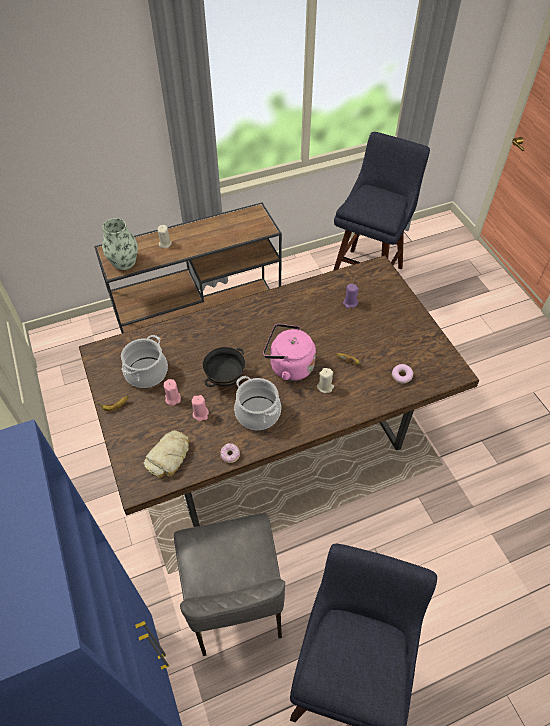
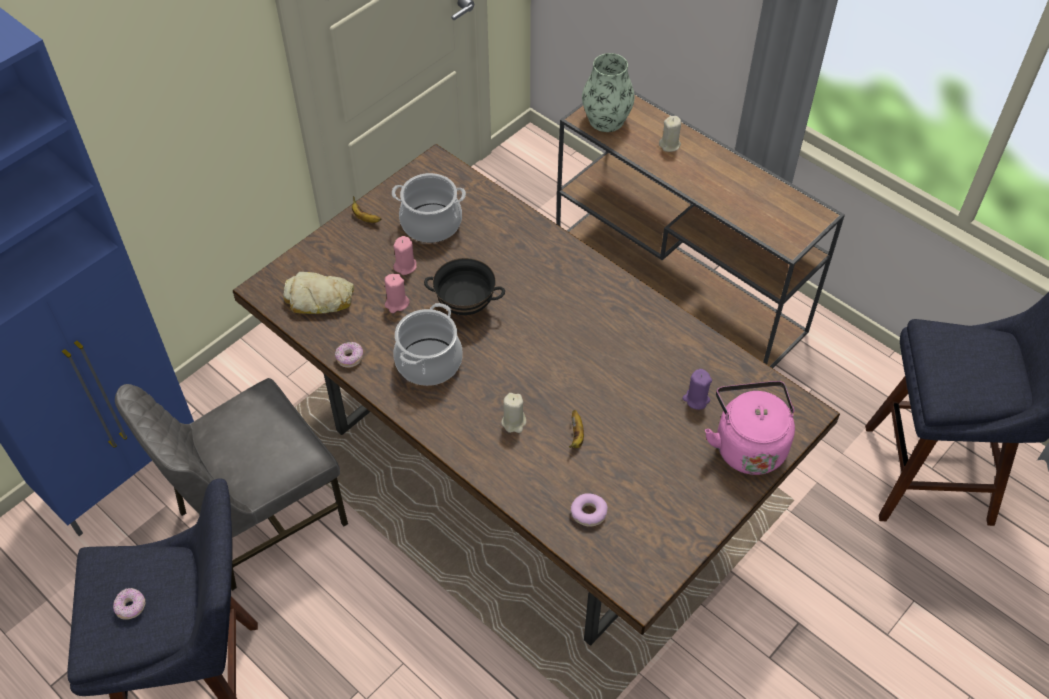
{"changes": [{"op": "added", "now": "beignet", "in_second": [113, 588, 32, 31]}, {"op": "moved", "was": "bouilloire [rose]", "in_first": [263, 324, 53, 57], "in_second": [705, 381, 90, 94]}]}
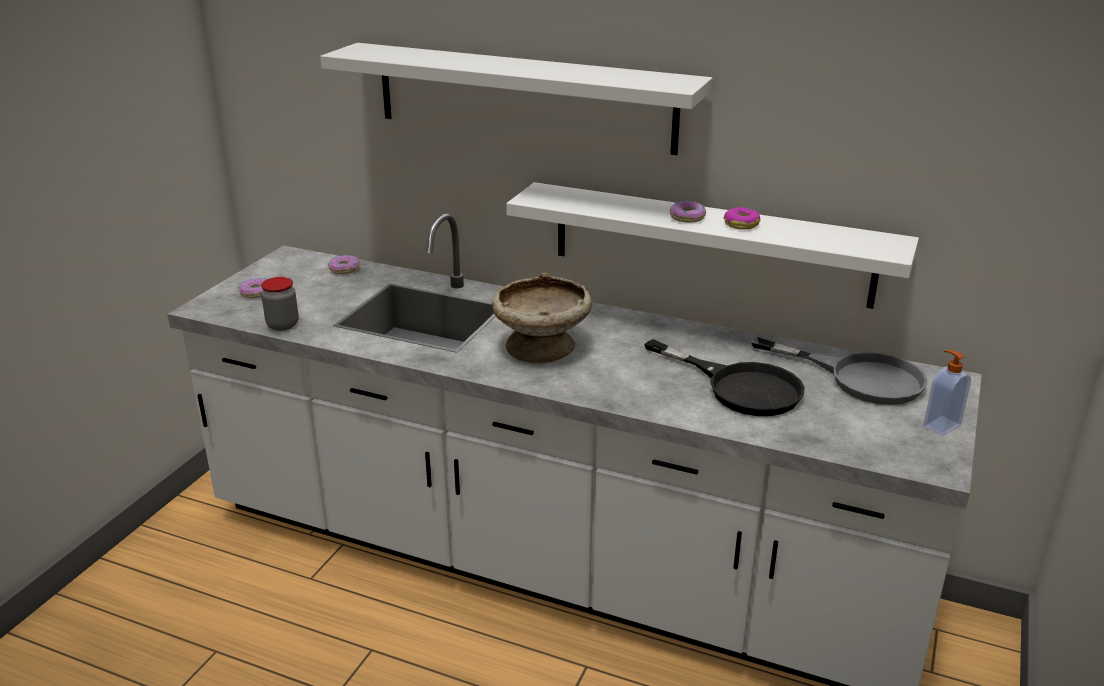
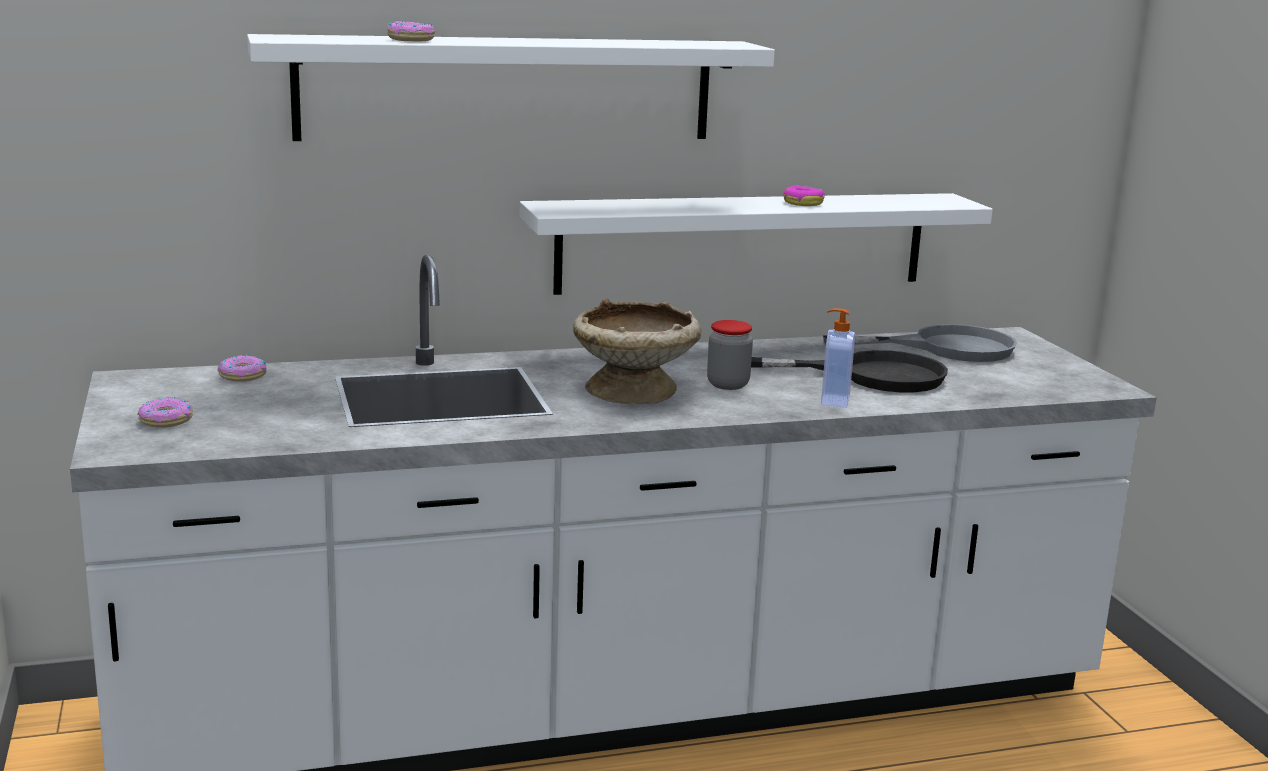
{"changes": [{"op": "moved", "was": "beignet", "in_first": [670, 200, 36, 23], "in_second": [388, 21, 47, 20]}, {"op": "moved", "was": "bocal", "in_first": [261, 277, 38, 54], "in_second": [707, 320, 46, 70]}, {"op": "moved", "was": "distributeur de savon", "in_first": [923, 350, 48, 86], "in_second": [821, 308, 34, 100]}]}
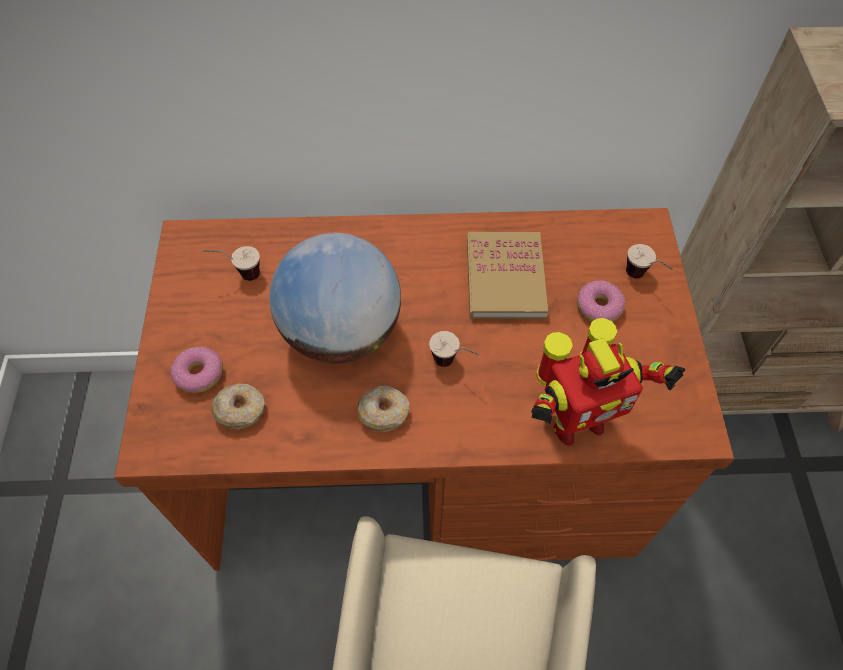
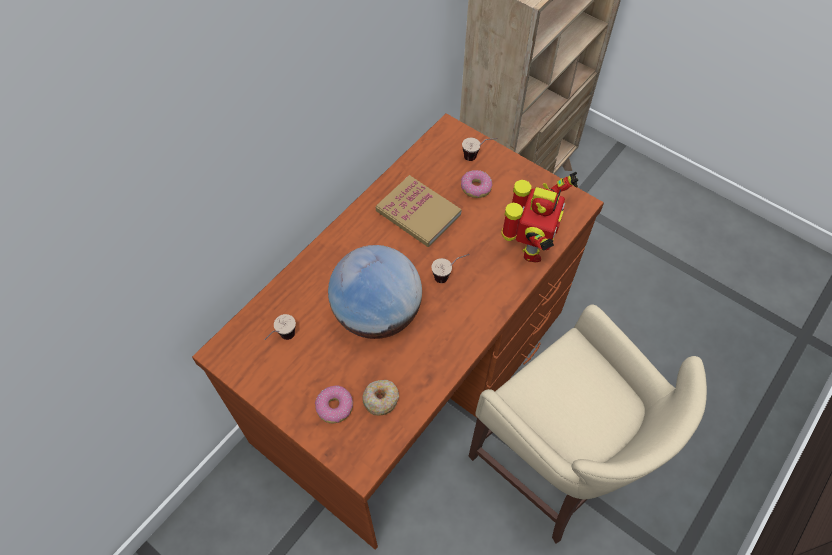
{"changes": [{"op": "removed", "was": "beignet", "in_first": [357, 386, 53, 46]}]}
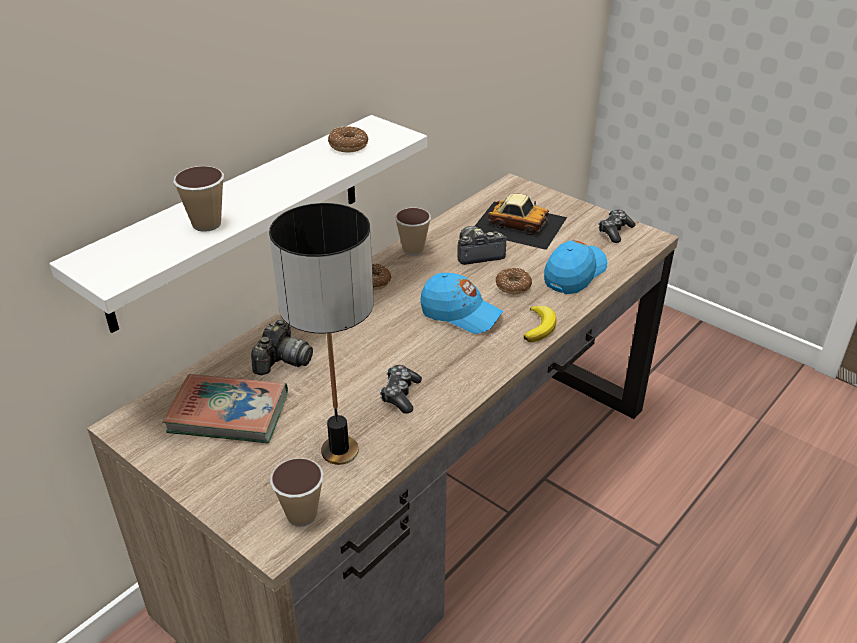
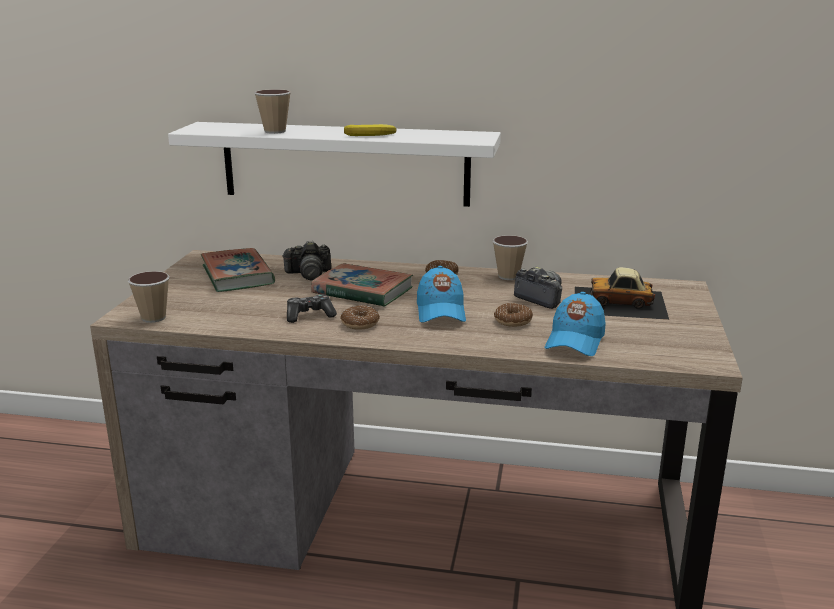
{"changes": [{"op": "added", "now": "livre", "in_second": [311, 263, 102, 44]}, {"op": "moved", "was": "beignet", "in_first": [328, 126, 41, 27], "in_second": [340, 305, 40, 25]}, {"op": "moved", "was": "banane", "in_first": [524, 306, 33, 36], "in_second": [344, 124, 53, 12]}, {"op": "turned", "was": "casquette [bleu]", "in_first": [544, 240, 63, 54], "in_second": [544, 292, 62, 64], "clockwise": 105}, {"op": "turned", "was": "petite voiture", "in_first": [475, 193, 92, 57], "in_second": [575, 267, 94, 53], "clockwise": 105}, {"op": "removed", "was": "lampe de table", "in_first": [269, 203, 105, 262]}, {"op": "removed", "was": "manette", "in_first": [599, 210, 37, 33]}]}
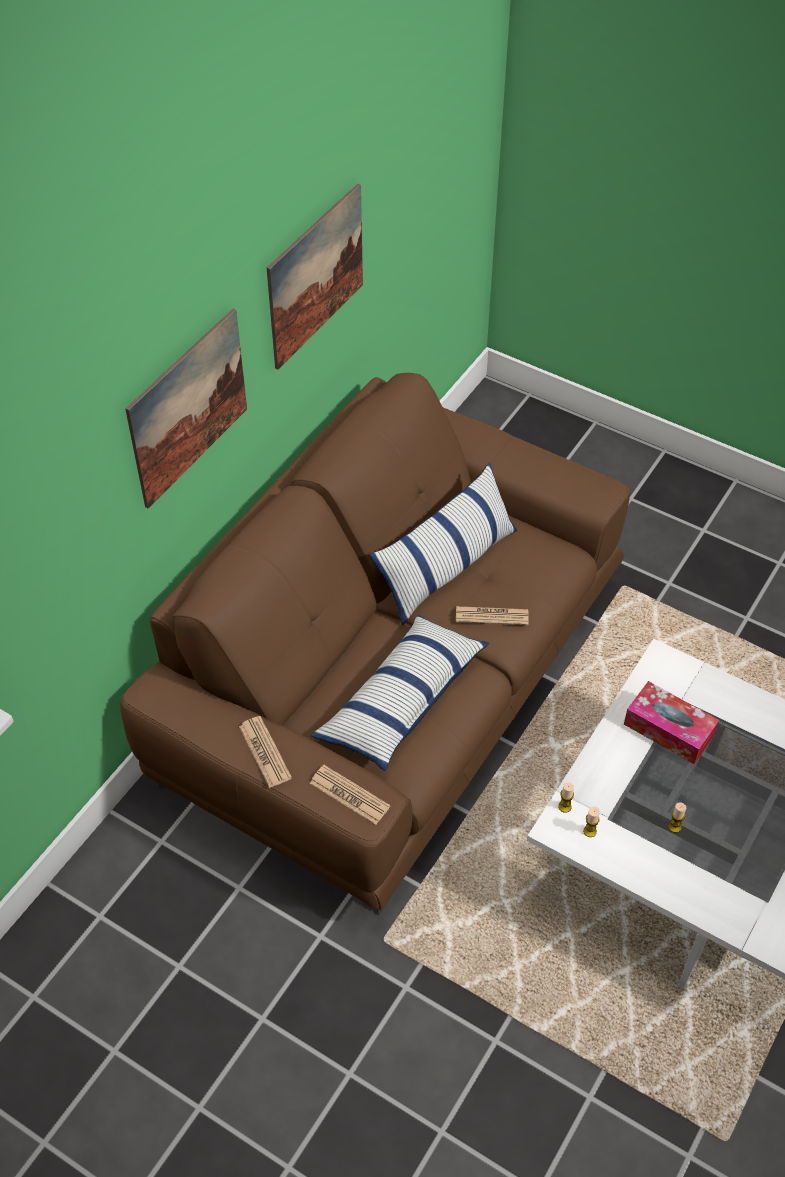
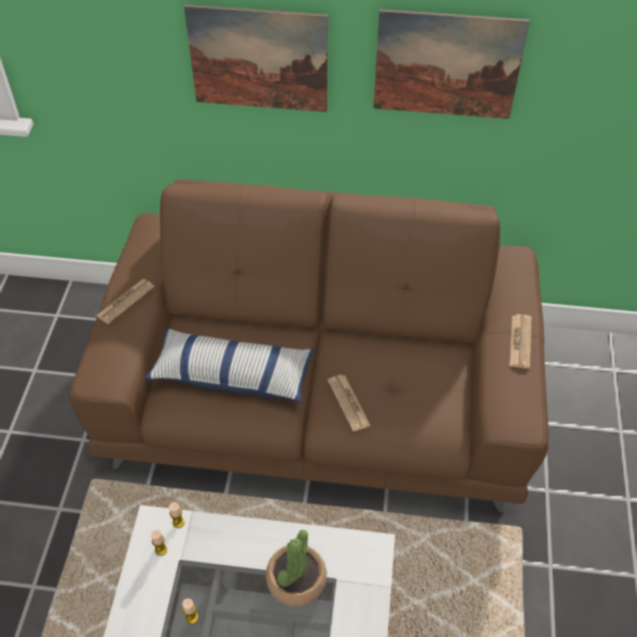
{"changes": [{"op": "replaced", "was": "boîte à mouchoirs", "now": "plante en pot", "in_first": [624, 681, 95, 83], "in_second": [266, 530, 61, 77]}, {"op": "moved", "was": "journal", "in_first": [310, 765, 80, 60], "in_second": [509, 314, 22, 55]}, {"op": "removed", "was": "coussin", "in_first": [370, 463, 147, 162]}]}
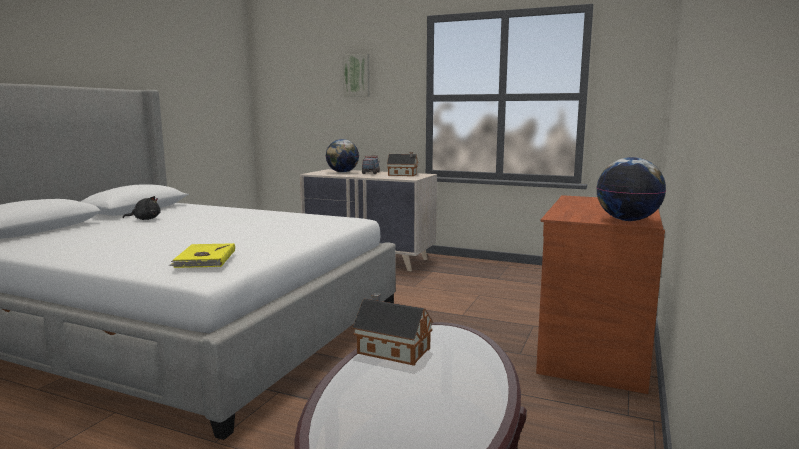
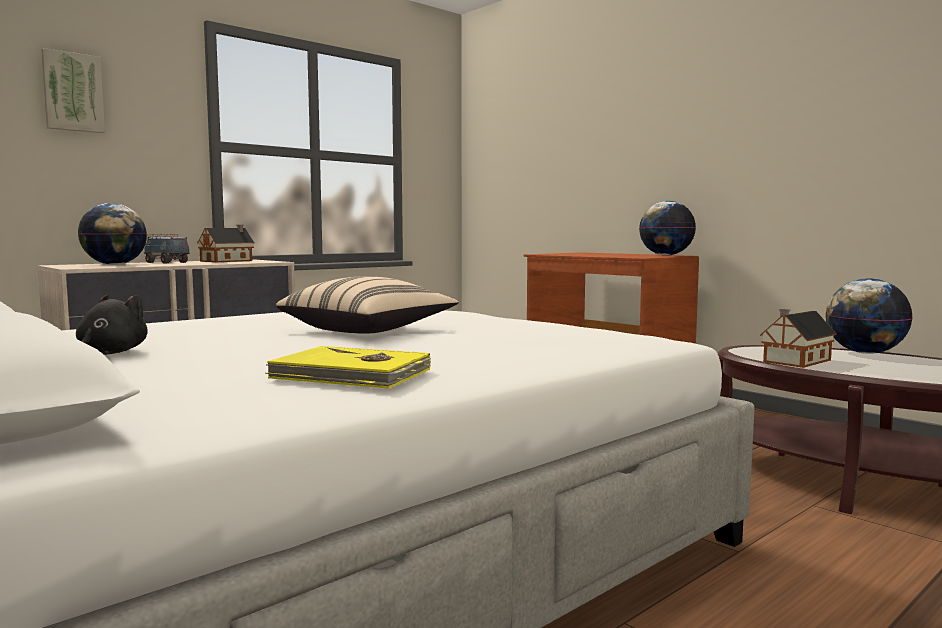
{"changes": [{"op": "moved", "was": "livre [jaune]", "in_first": [169, 243, 66, 25], "in_second": [265, 346, 166, 43]}, {"op": "added", "now": "coussin [beige]", "in_second": [276, 276, 182, 58]}, {"op": "added", "now": "globe", "in_second": [825, 278, 88, 76]}]}
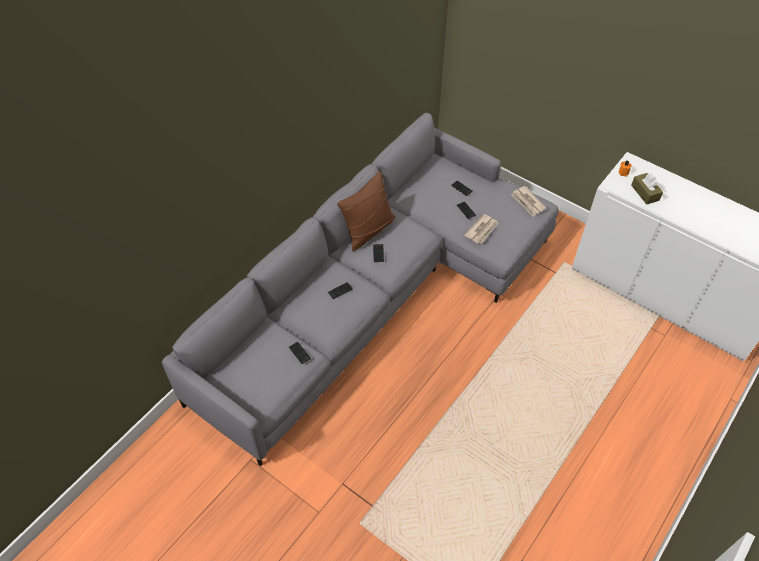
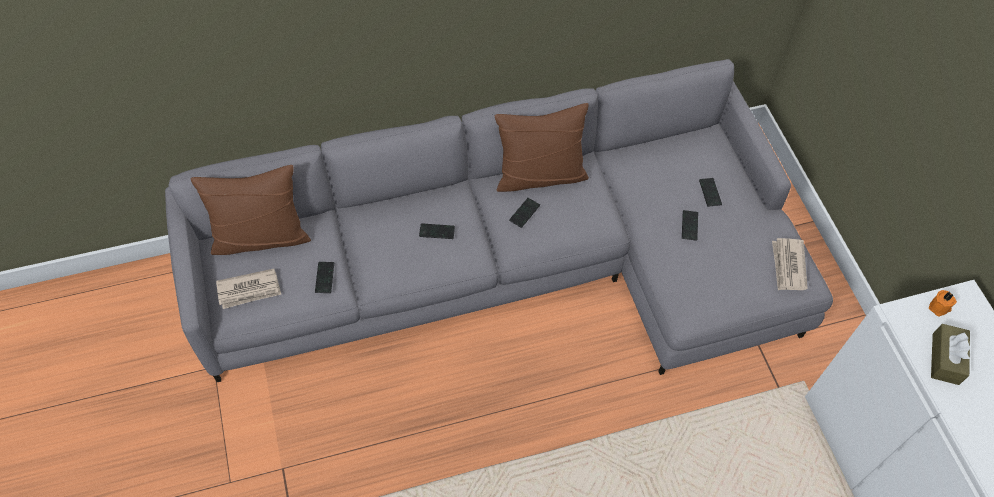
{"changes": [{"op": "added", "now": "coussin [marron]", "in_second": [191, 165, 120, 90]}, {"op": "moved", "was": "journal", "in_first": [464, 214, 34, 30], "in_second": [216, 269, 65, 40]}]}
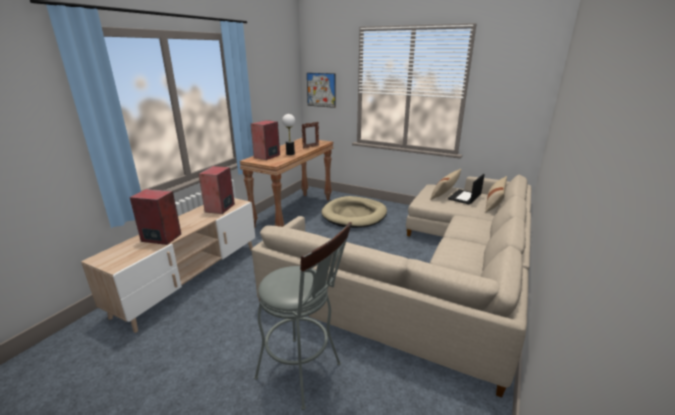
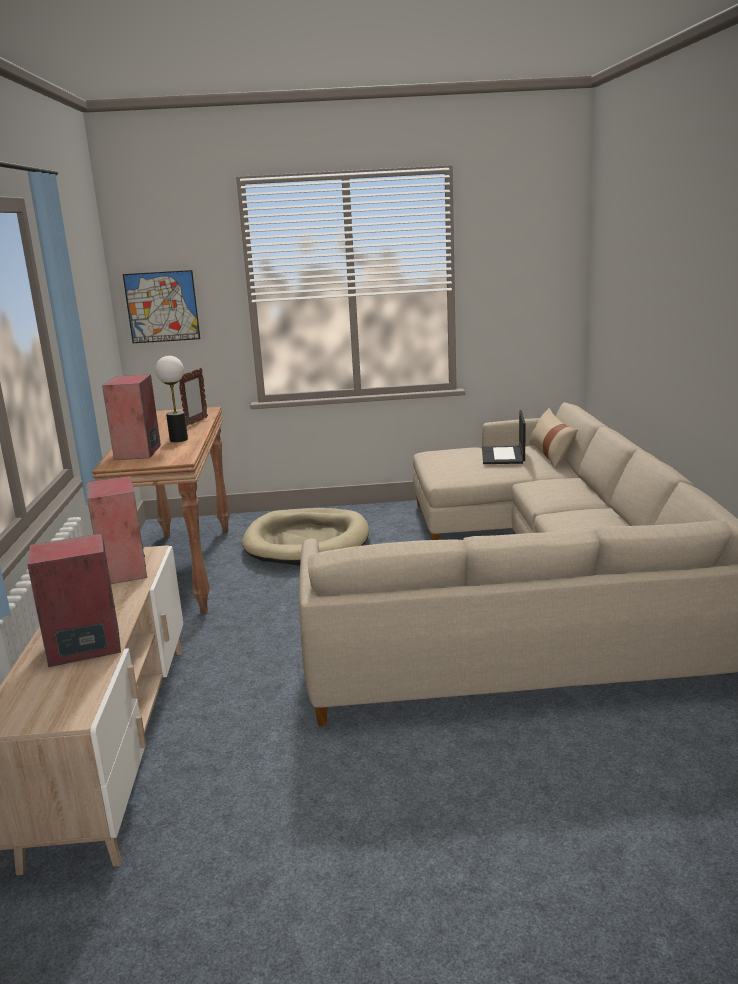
{"changes": [{"op": "removed", "was": "tabouret [gris]", "in_first": [254, 222, 98, 188]}, {"op": "removed", "was": "coussin [beige]", "in_first": [430, 169, 31, 31]}]}
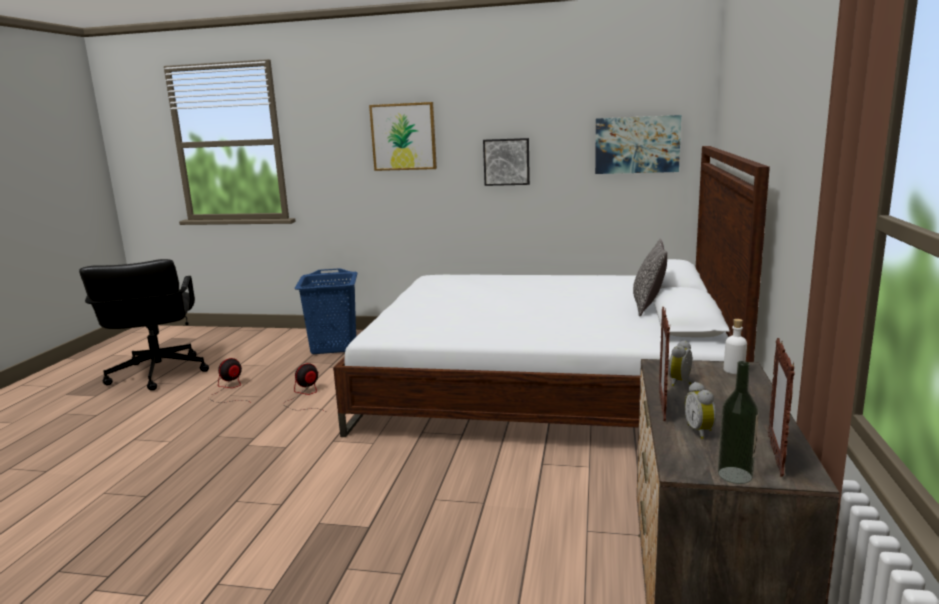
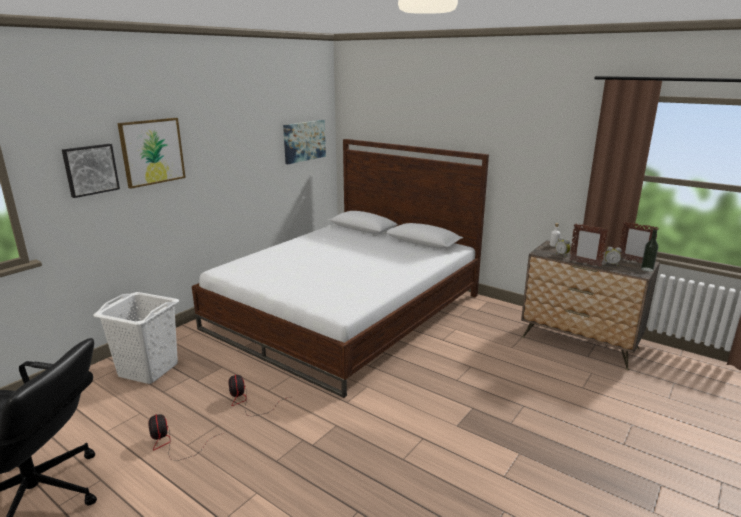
{"changes": [{"op": "moved", "was": "tableau", "in_first": [483, 138, 47, 48], "in_second": [62, 144, 58, 54]}, {"op": "recoloured", "was": "panier à linge [bleu]", "now": "panier à linge [blanc]", "in_first": [295, 268, 63, 86], "in_second": [93, 292, 86, 92]}, {"op": "removed", "was": "coussin", "in_first": [633, 239, 34, 77]}]}
